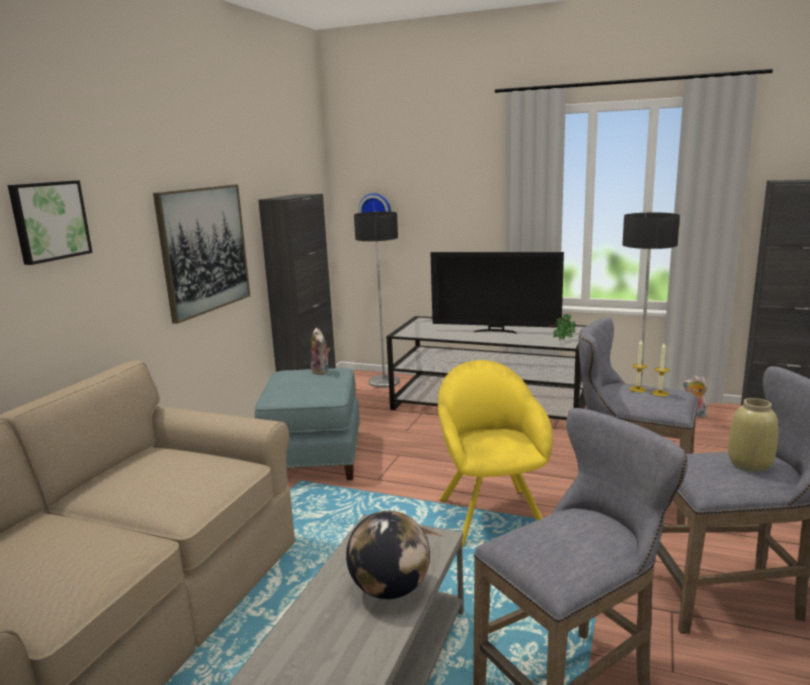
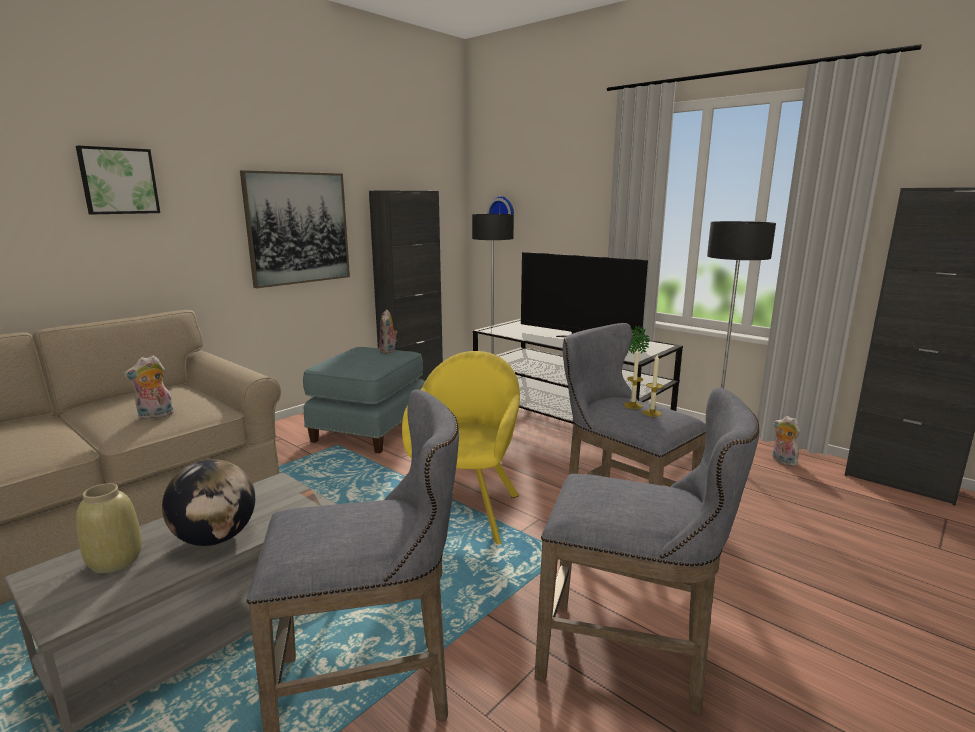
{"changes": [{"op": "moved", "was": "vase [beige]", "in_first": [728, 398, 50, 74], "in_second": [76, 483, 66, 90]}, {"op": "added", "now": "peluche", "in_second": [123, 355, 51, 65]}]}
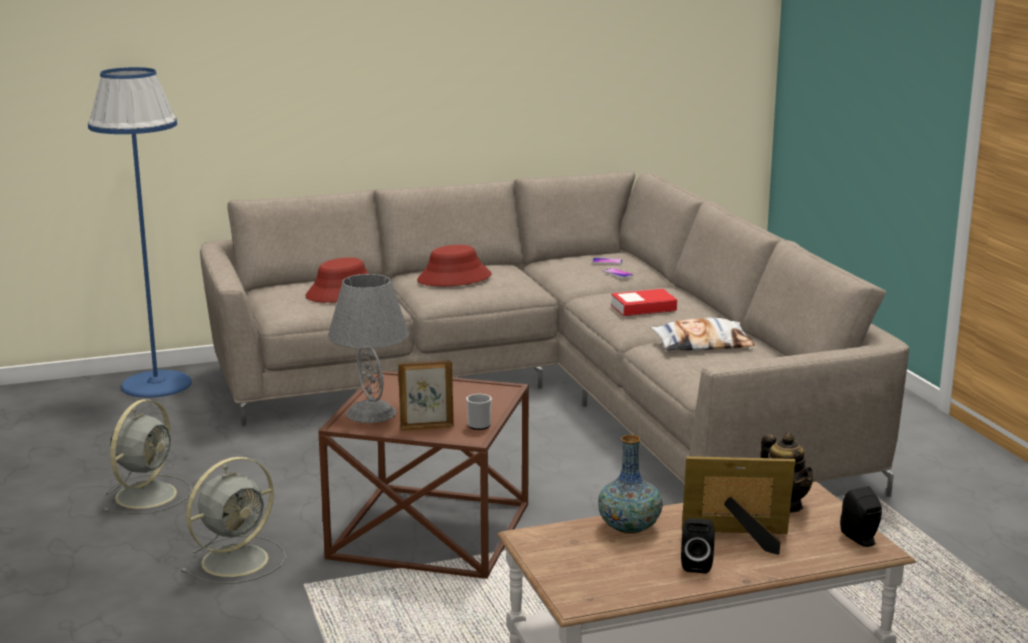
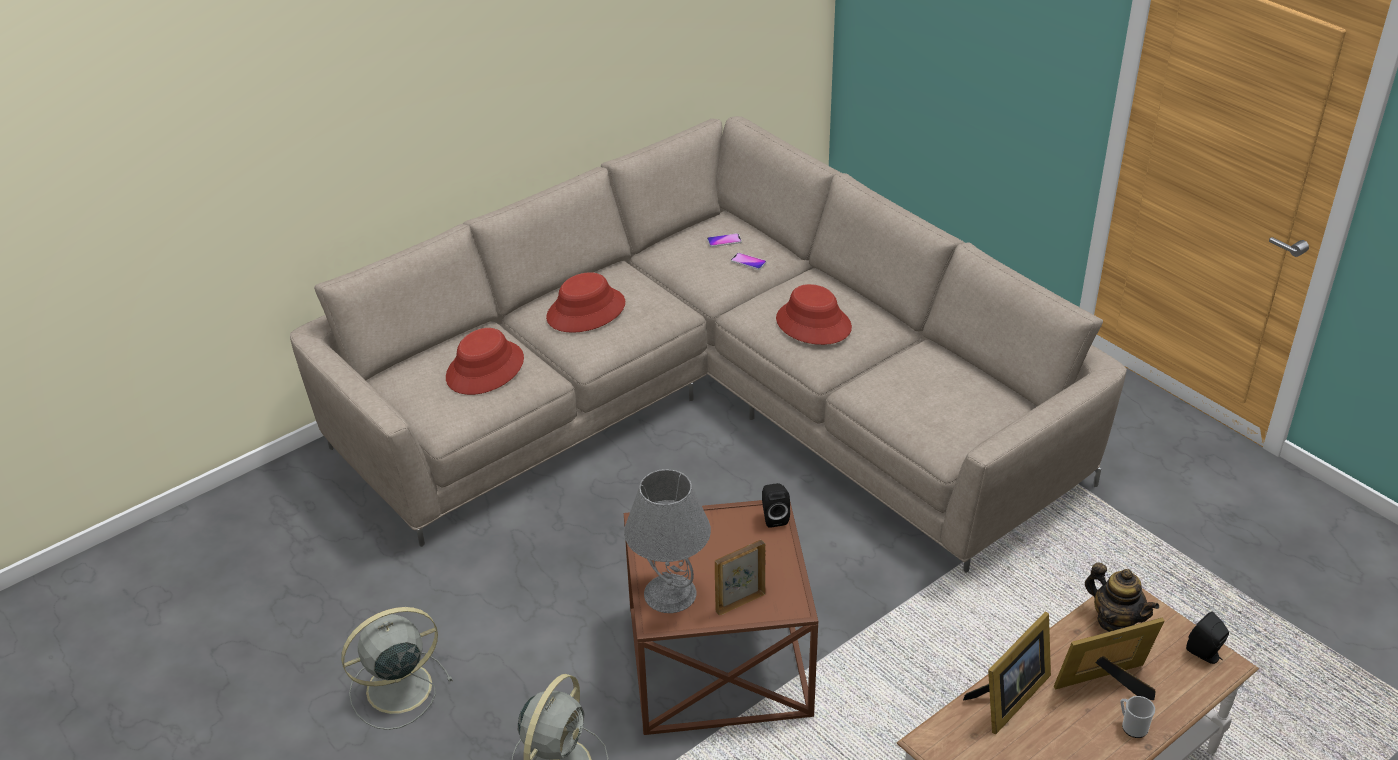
{"changes": [{"op": "turned", "was": "ventilateur [gris]", "in_first": [103, 399, 89, 115], "in_second": [341, 607, 112, 123], "clockwise": -120}, {"op": "moved", "was": "enceinte [noir]", "in_first": [681, 518, 33, 55], "in_second": [762, 483, 28, 45]}, {"op": "replaced", "was": "livre", "now": "chapeau [rouge]", "in_first": [611, 289, 66, 27], "in_second": [776, 284, 76, 61]}, {"op": "replaced", "was": "vase", "now": "cadre photo", "in_first": [598, 435, 65, 99], "in_second": [963, 612, 88, 122]}, {"op": "moved", "was": "mug", "in_first": [466, 394, 26, 36], "in_second": [1120, 696, 35, 42]}, {"op": "removed", "was": "lampadaire [bleu]", "in_first": [88, 67, 104, 331]}, {"op": "removed", "was": "coussin", "in_first": [651, 318, 104, 33]}]}
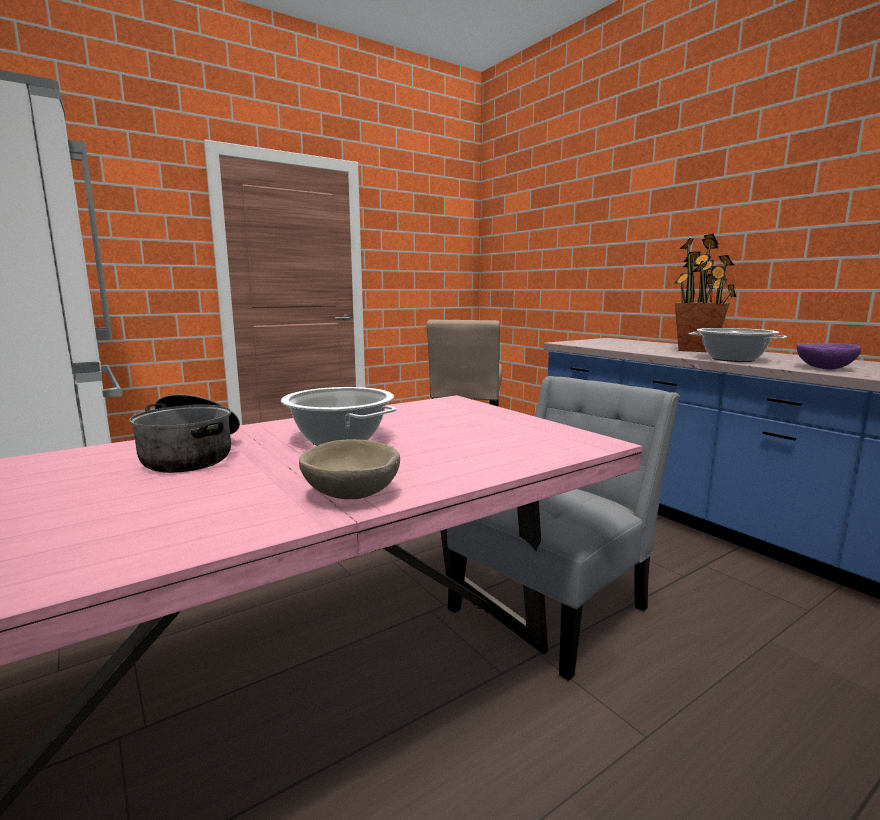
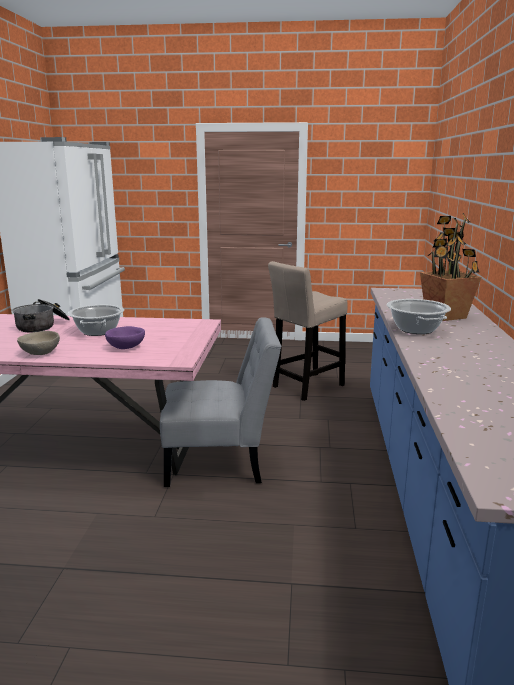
{"changes": [{"op": "moved", "was": "bol [violet]", "in_first": [796, 343, 65, 26], "in_second": [105, 326, 40, 23]}]}
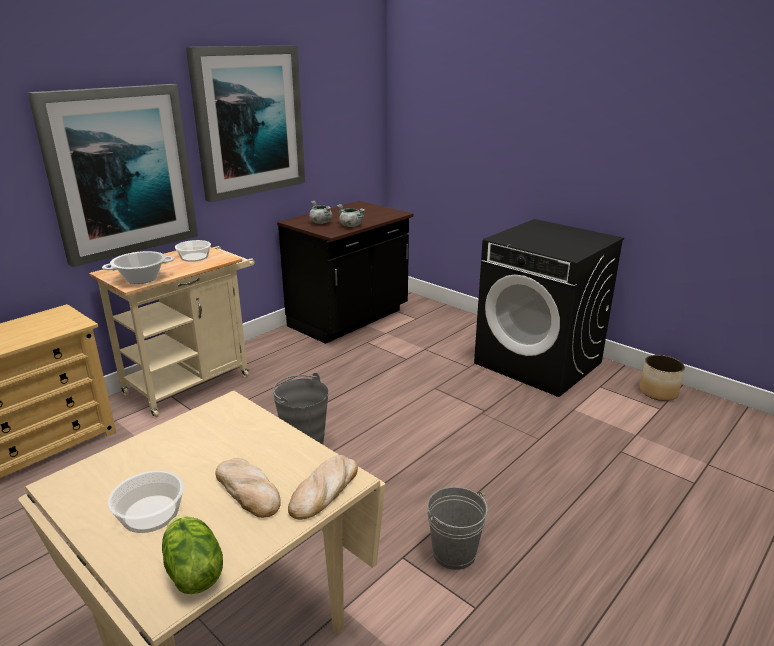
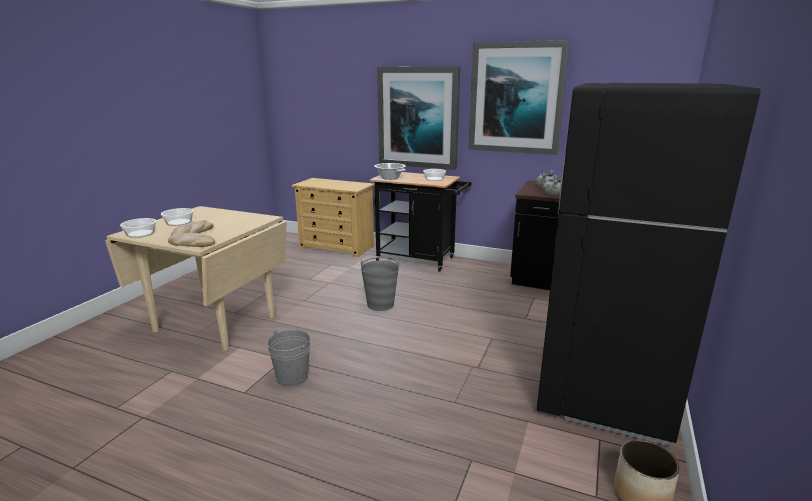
{"changes": [{"op": "replaced", "was": "laitue", "now": "bol", "in_first": [162, 515, 61, 79], "in_second": [120, 218, 36, 20]}, {"op": "recoloured", "was": "chariot [beige]", "now": "chariot [noir]", "in_first": [89, 246, 166, 172], "in_second": [370, 172, 101, 100]}, {"op": "replaced", "was": "lave-linge [noir]", "now": "réfrigérateur [noir]", "in_first": [474, 219, 150, 178], "in_second": [537, 83, 224, 363]}]}
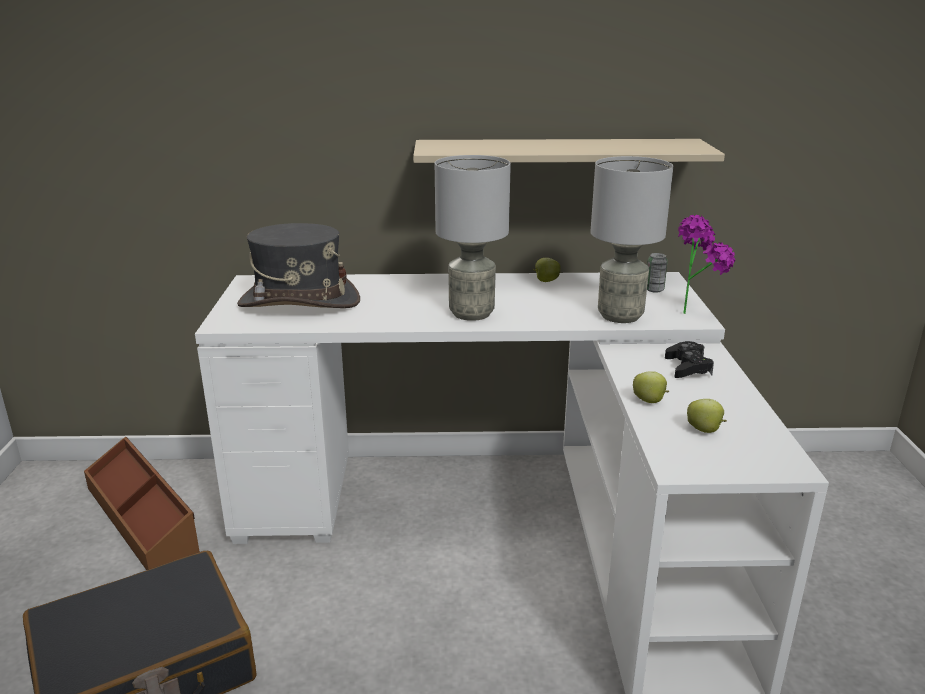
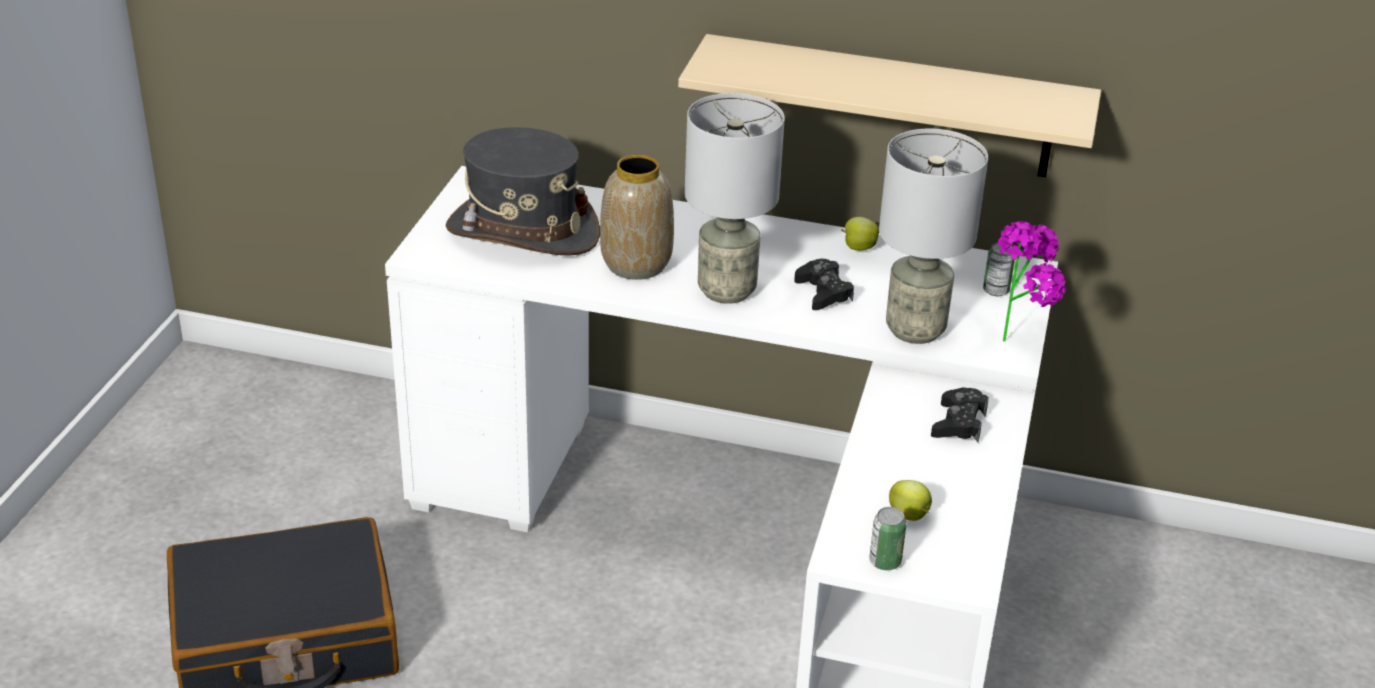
{"changes": [{"op": "added", "now": "vase", "in_second": [600, 155, 74, 125]}, {"op": "added", "now": "manette [noir]", "in_second": [794, 259, 60, 51]}, {"op": "added", "now": "boîte métallique", "in_second": [869, 507, 38, 63]}, {"op": "removed", "was": "boîte de rangement [marron]", "in_first": [84, 436, 116, 134]}, {"op": "removed", "was": "pomme", "in_first": [633, 371, 36, 32]}]}
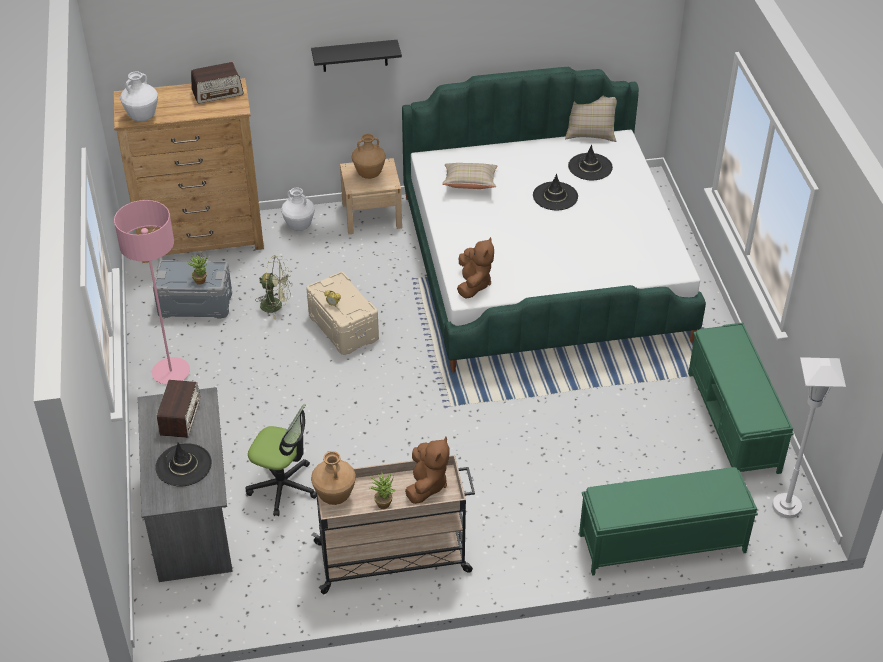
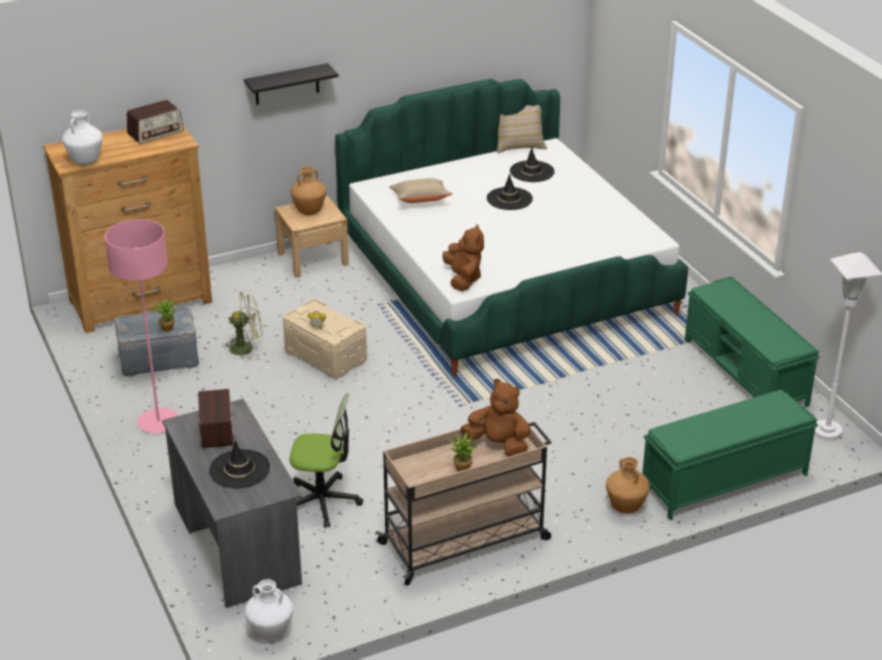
{"changes": [{"op": "moved", "was": "vase [blanc]", "in_first": [281, 187, 34, 44], "in_second": [245, 579, 48, 62]}, {"op": "turned", "was": "peluche [marron]", "in_first": [405, 437, 44, 67], "in_second": [461, 379, 70, 78], "clockwise": -60}, {"op": "moved", "was": "vase [marron]", "in_first": [311, 451, 45, 54], "in_second": [606, 457, 44, 57]}]}
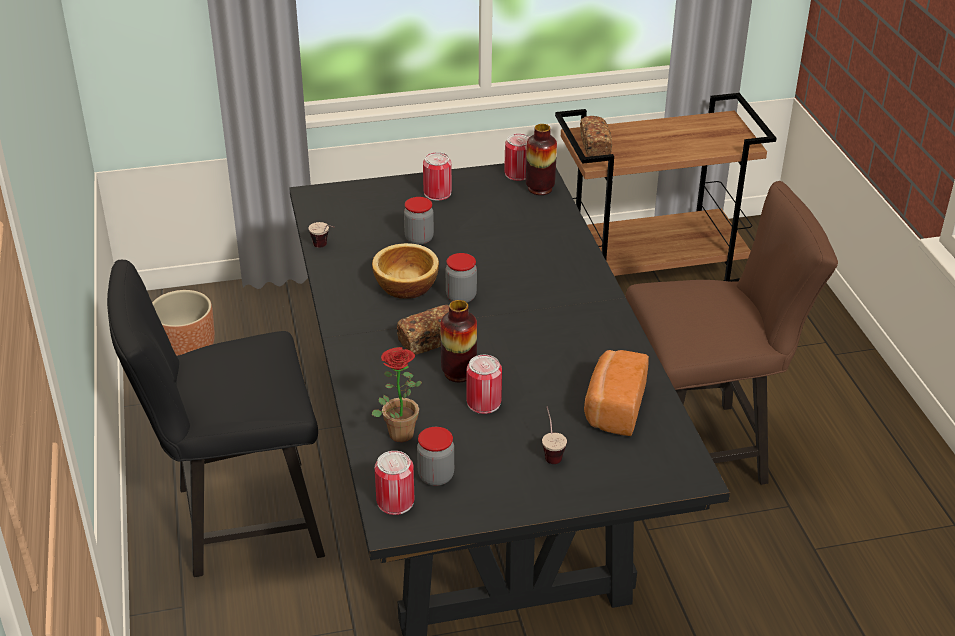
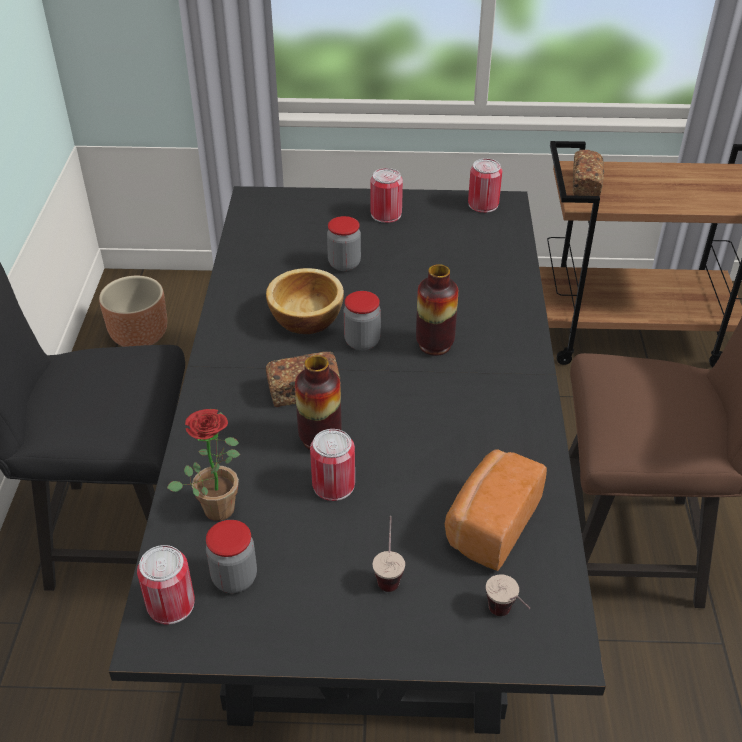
{"changes": [{"op": "moved", "was": "vase", "in_first": [526, 124, 31, 71], "in_second": [416, 264, 42, 92]}, {"op": "moved", "was": "tasse", "in_first": [308, 222, 27, 26], "in_second": [486, 574, 45, 42]}]}
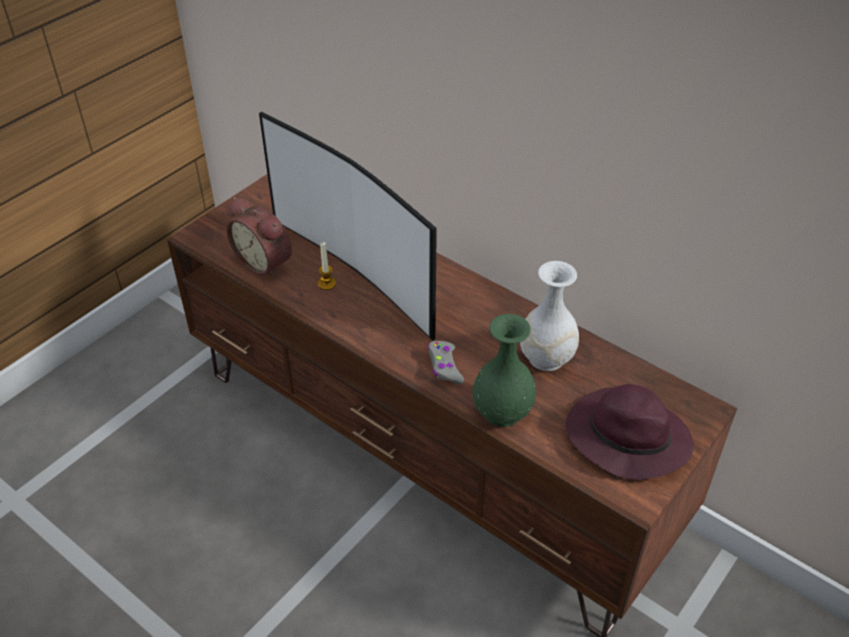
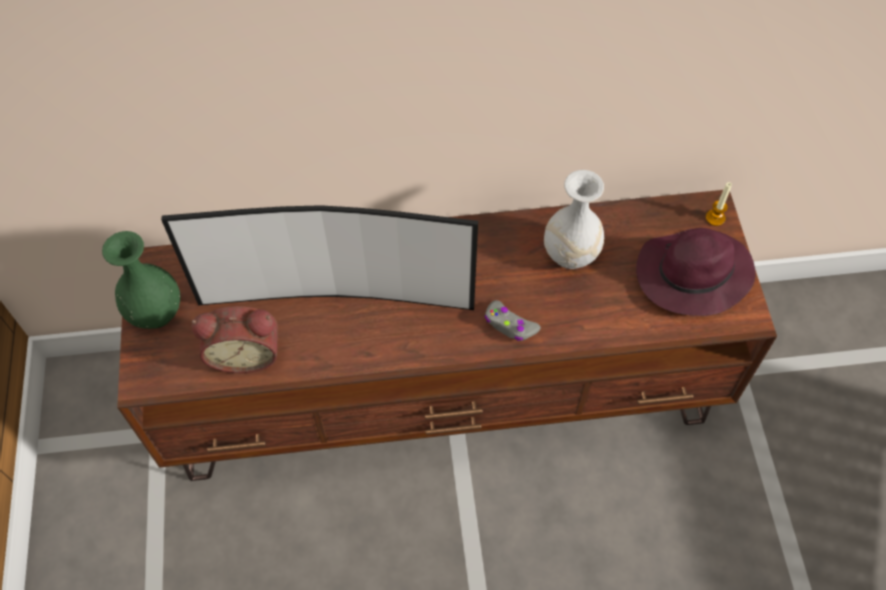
{"changes": [{"op": "moved", "was": "vase [vert]", "in_first": [473, 314, 63, 113], "in_second": [102, 231, 78, 98]}, {"op": "moved", "was": "bougie", "in_first": [318, 242, 18, 48], "in_second": [706, 182, 26, 44]}]}
